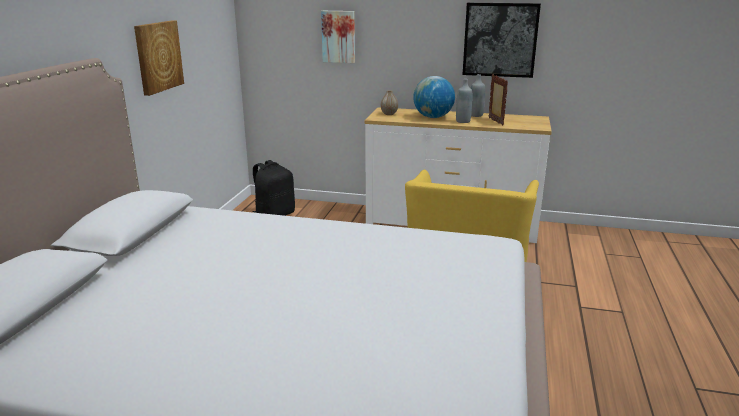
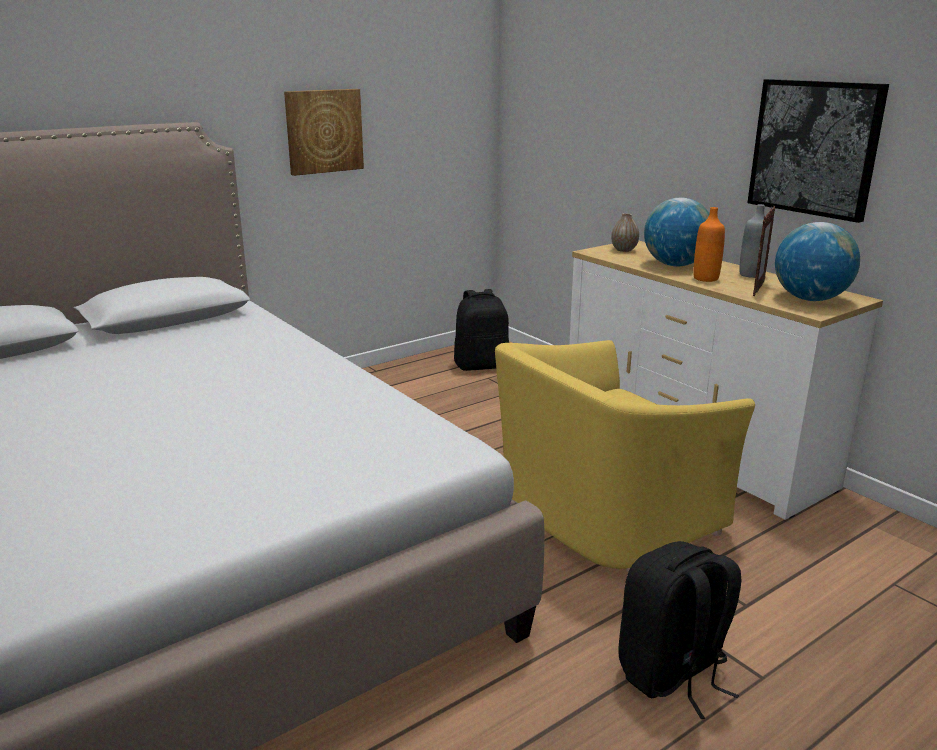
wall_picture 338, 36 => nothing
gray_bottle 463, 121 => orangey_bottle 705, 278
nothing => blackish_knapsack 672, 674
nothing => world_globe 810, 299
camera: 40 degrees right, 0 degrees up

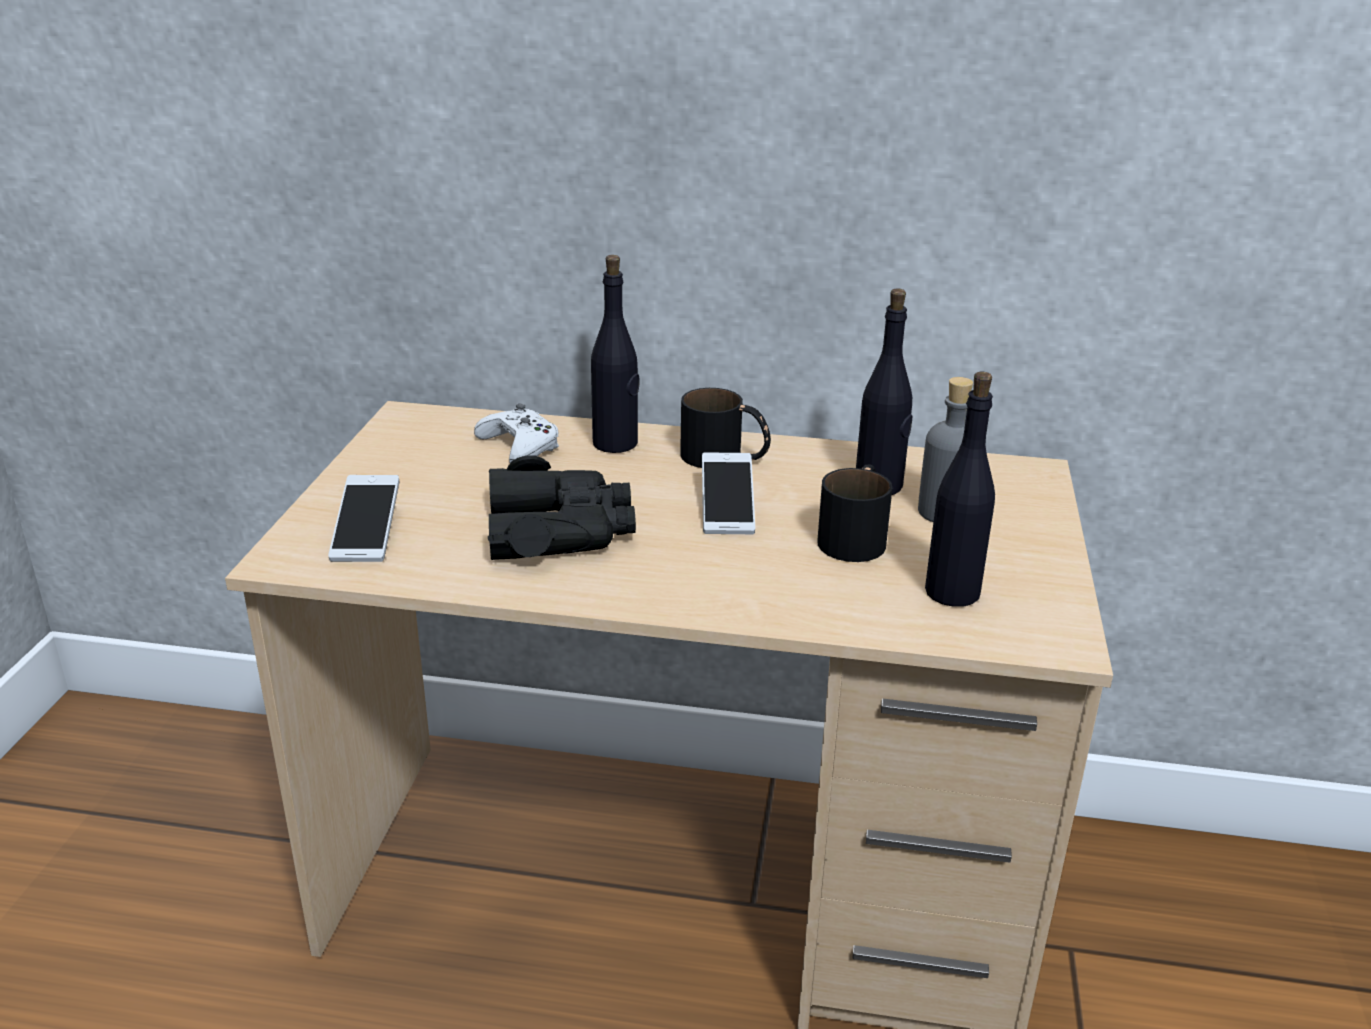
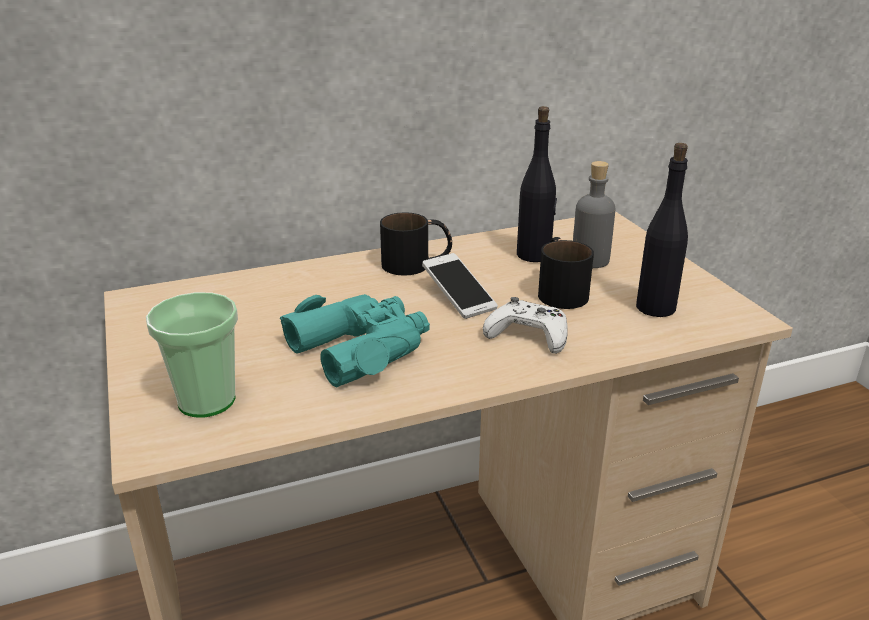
handset 367, 533 => drinking_cup 206, 401
white_game_controller 520, 446 => white_game_controller 528, 335, move
blackish_pair_of_binoculars 560, 530 => turquoise-coloured_pair_of_binoculars 361, 348
blackish_bottle 615, 444 => nothing
camera: 30 degrees left, 0 degrees up

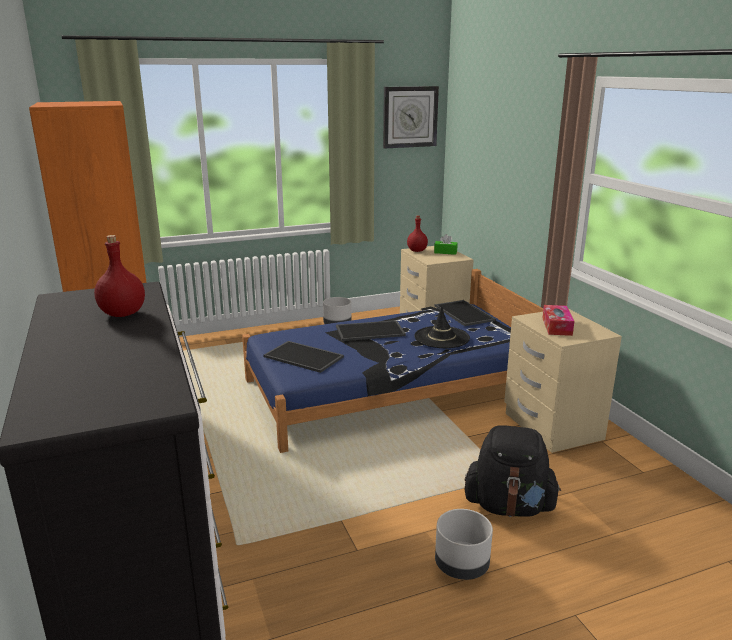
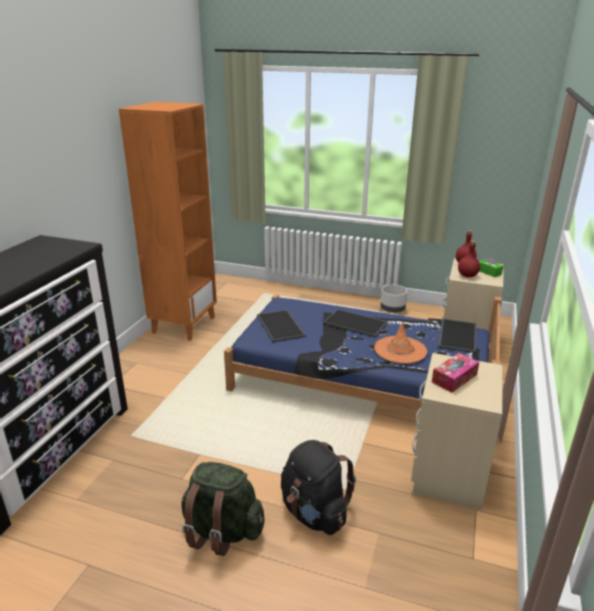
reddish_bottle 122, 313 => reddish_bottle 467, 275, move
wall_clock 410, 117 => nothing
blackish_hat 441, 337 => orangey_hat 400, 350
gray_flower_pot 461, 566 => green_knapsack 222, 531
camera: 40 degrees right, 5 degrees up

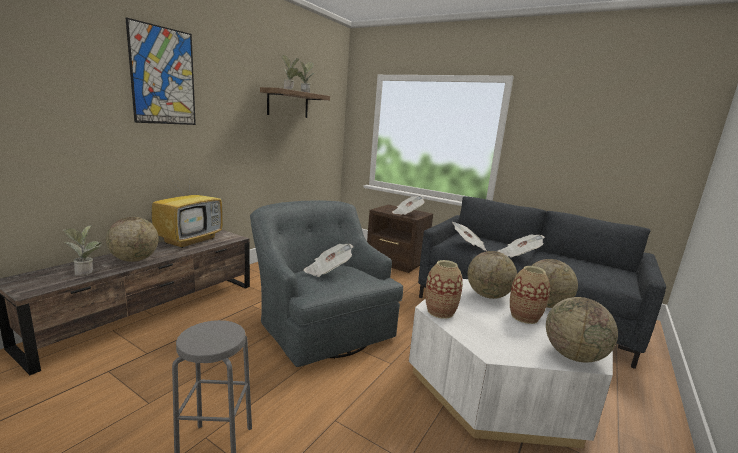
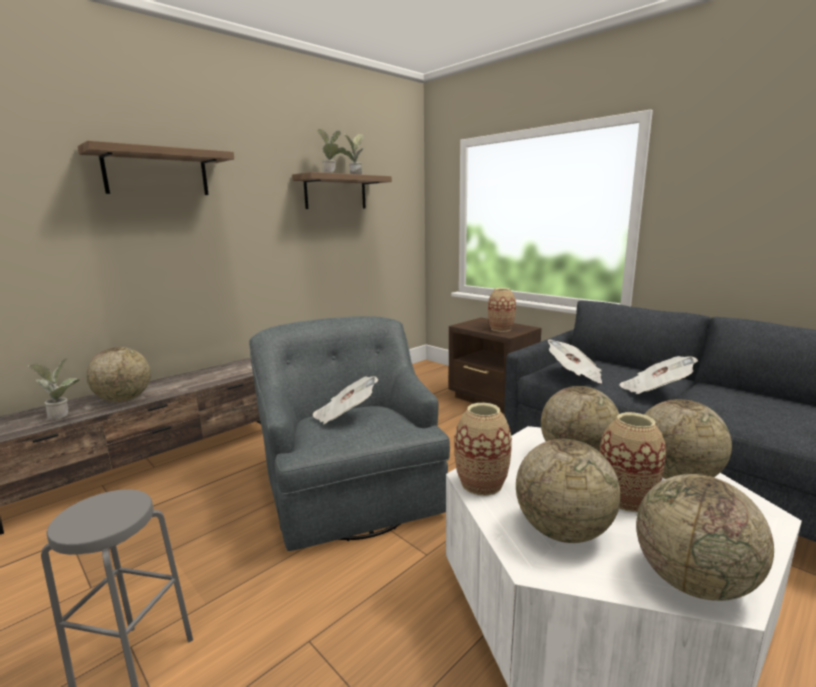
wall_picture 163, 76 => bracket_shelf 157, 173
TV_set 190, 240 => nothing
daily_paper 407, 213 => flower_vase 501, 329
nothing => world_globe 562, 531
camera: 15 degrees right, 0 degrees up

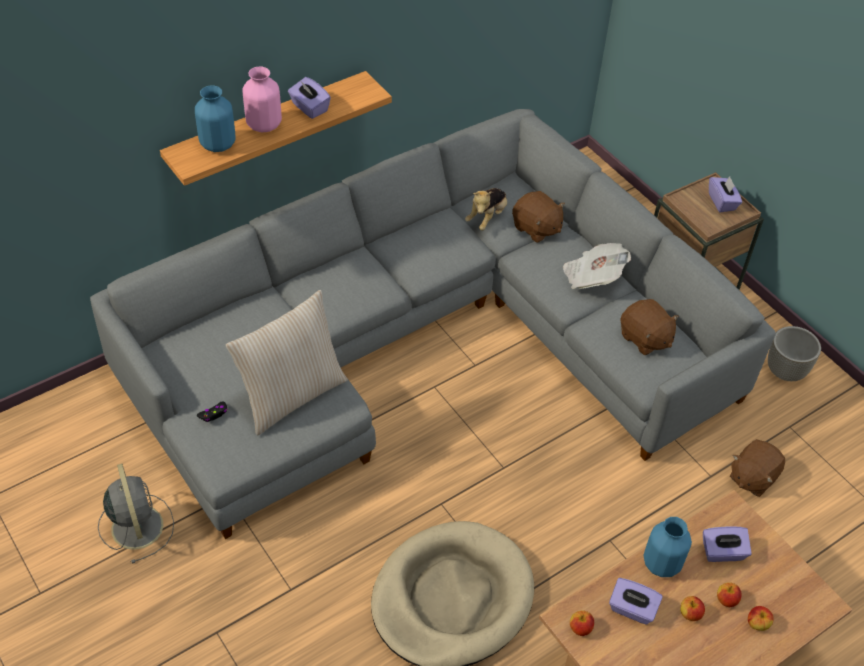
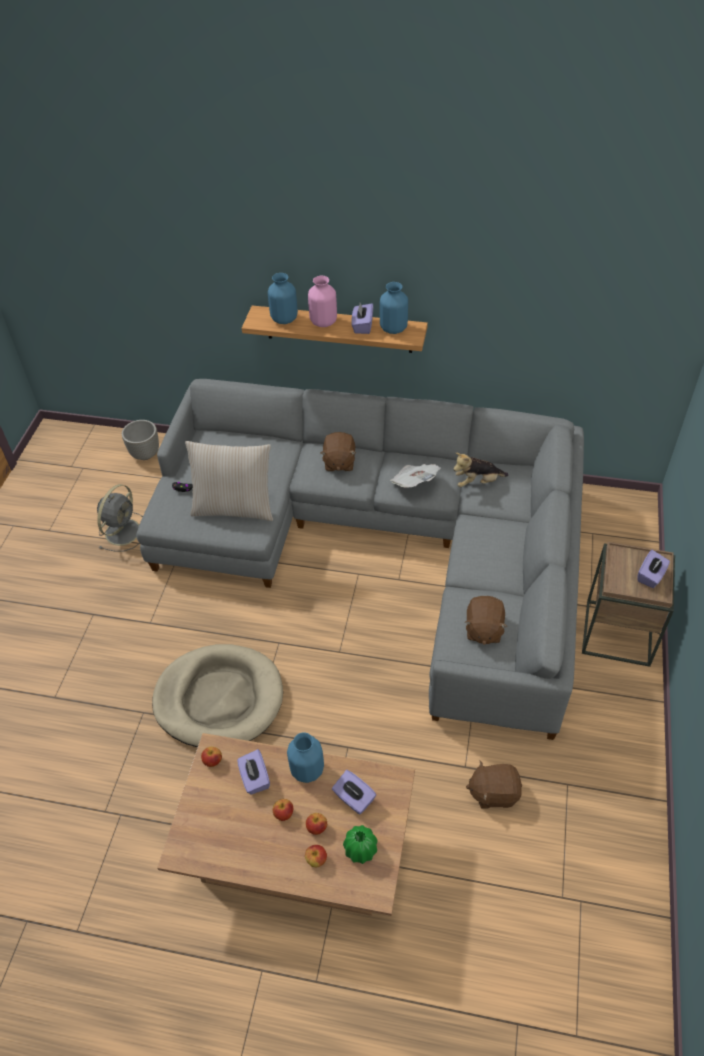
brown-coloured_cuddly_toy 536, 228 => brown-coloured_cuddly_toy 339, 462, move
daily_paper 592, 277 => daily_paper 414, 483, move
gray_flower_pot 785, 371 => gray_flower_pot 145, 454, move
nothing => green_flower_vase 360, 849
nothing => bluish_flower_vase 393, 329
camera: 50 degrees right, 0 degrees up

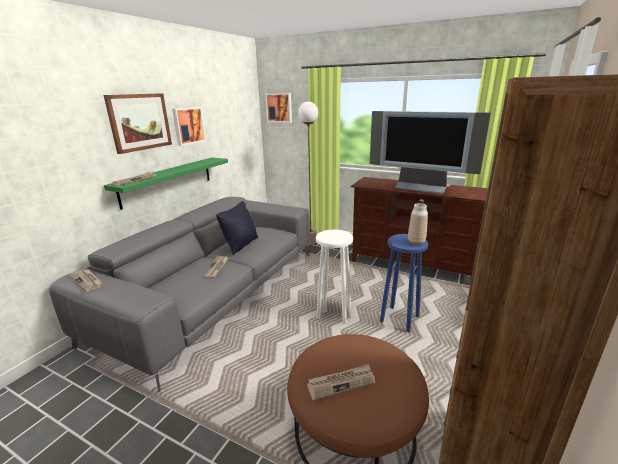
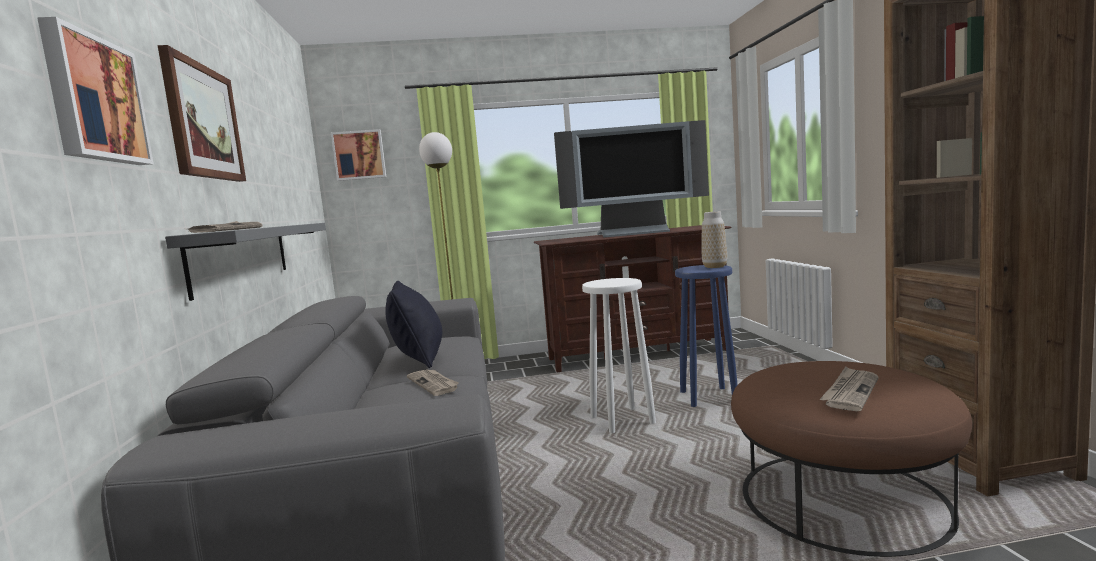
daily_paper 87, 281 => nothing
green_bracket_shelf 168, 181 => gray_bracket_shelf 242, 256
wall_picture 188, 125 => wall_picture 94, 100, move
camera: 35 degrees left, 15 degrees down

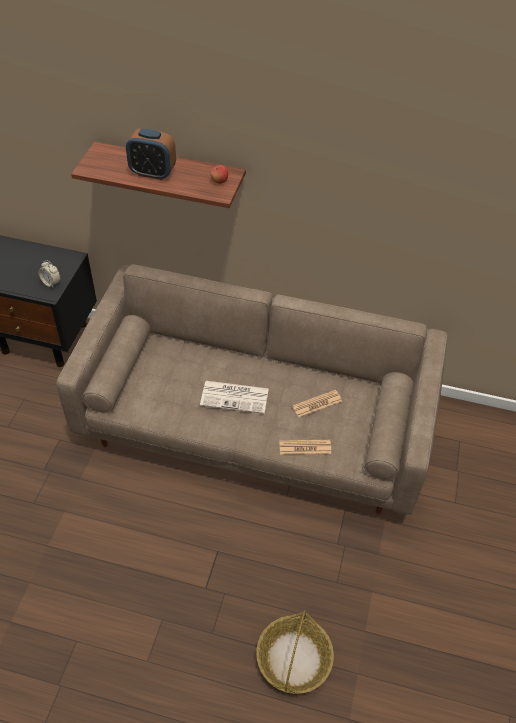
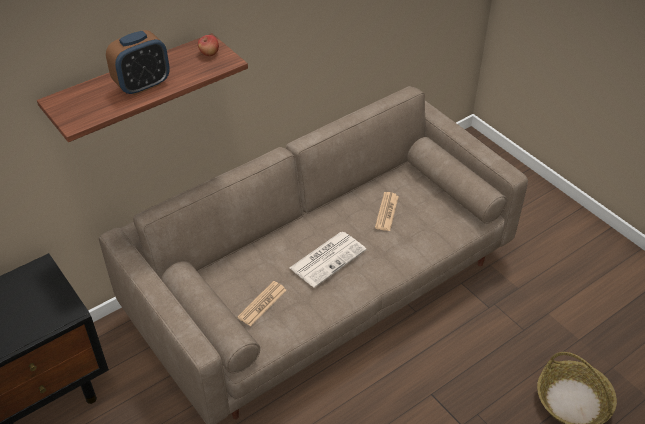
table_clock 51, 283 => nothing
daily_paper 305, 447 => daily_paper 262, 304, move
camera: 50 degrees left, 5 degrees down

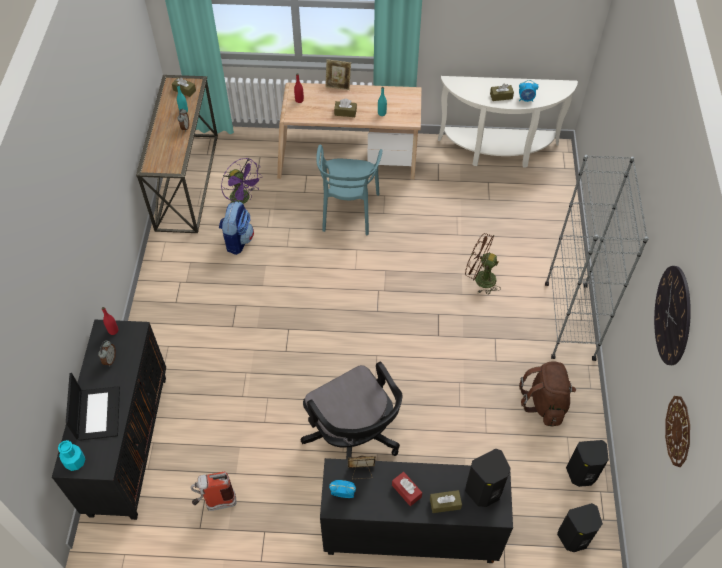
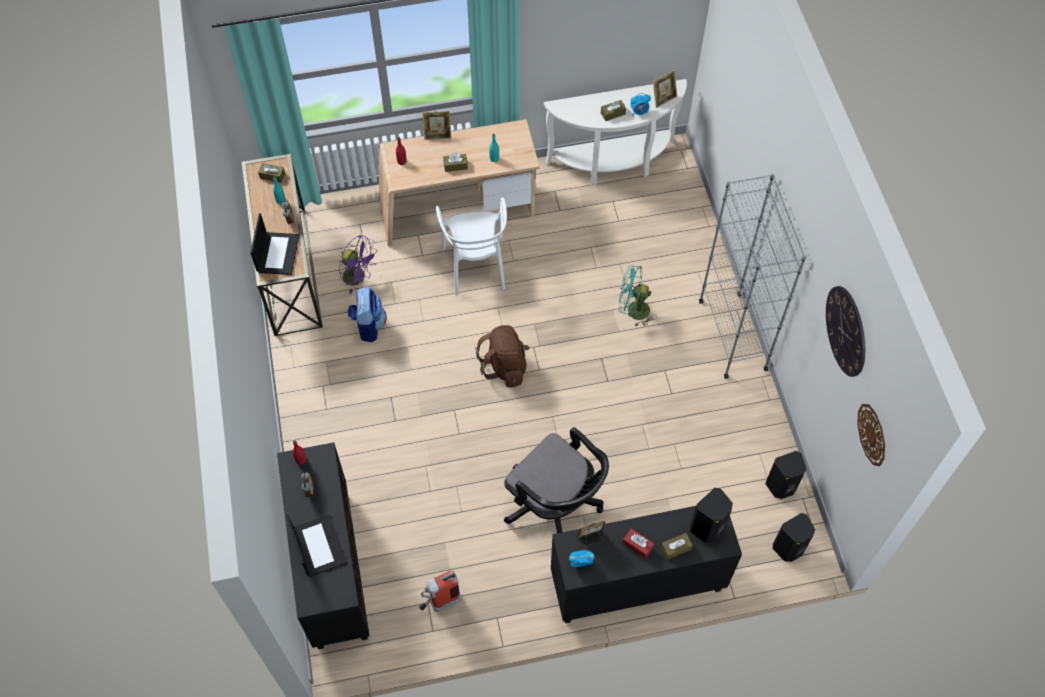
turquoise-coloured_bottle 75, 462 => nothing
turquoise-coloured_upright_chair 348, 211 => white_upright_chair 476, 266
brown-coloured_cooling_fan 480, 279 => turquoise-coloured_cooling_fan 633, 311
brown-coloured_knapsack 545, 402 => brown-coloured_knapsack 505, 366, move
nothing => portable_computer 277, 253
nothing => picture_frame 663, 99
camera: 15 degrees left, 5 degrees up

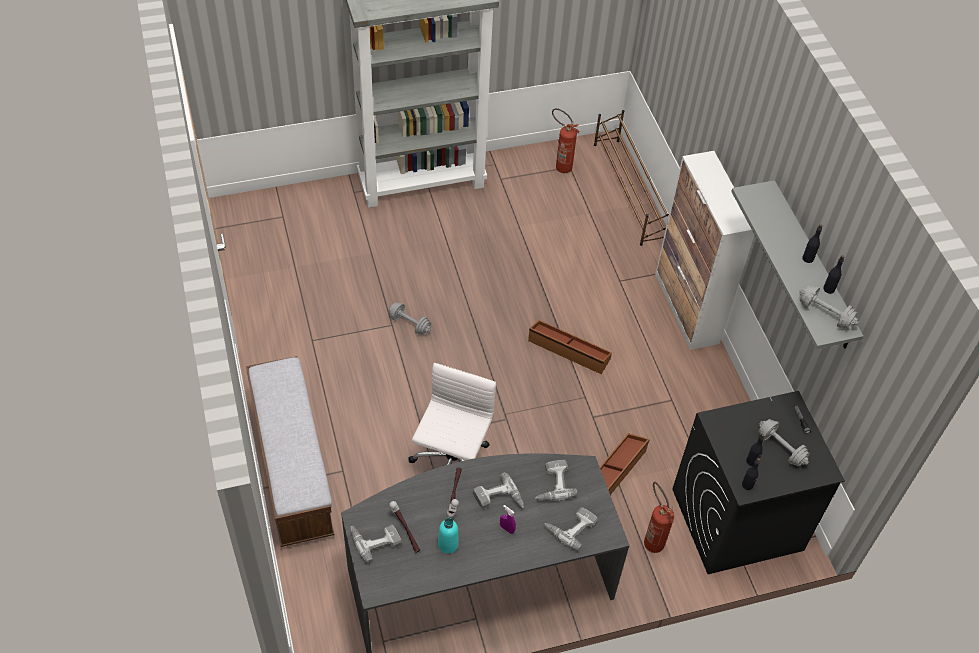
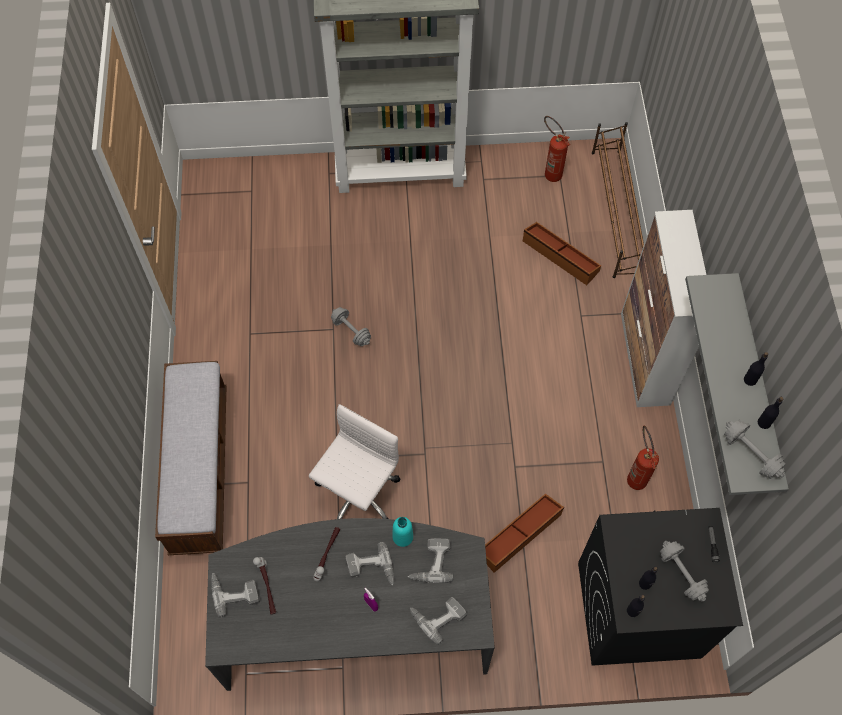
turquoise-coloured_bottle 448, 544 => turquoise-coloured_bottle 402, 537, move
brown-coloured_storage_bin 568, 350 => brown-coloured_storage_bin 560, 256, move
extinguisher 651, 539 => extinguisher 635, 475, move
camera: 15 degrees right, 10 degrees up

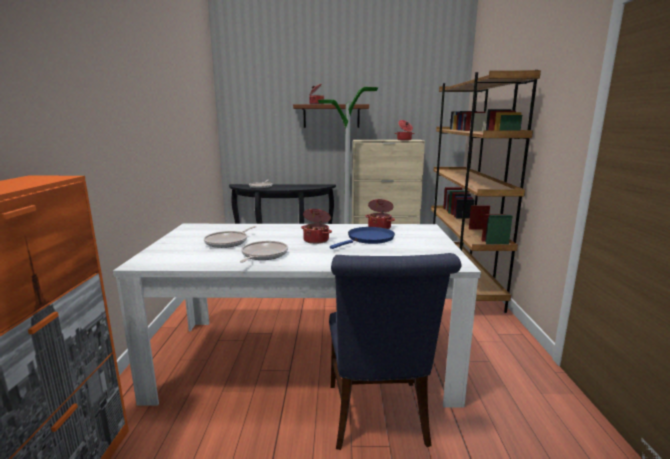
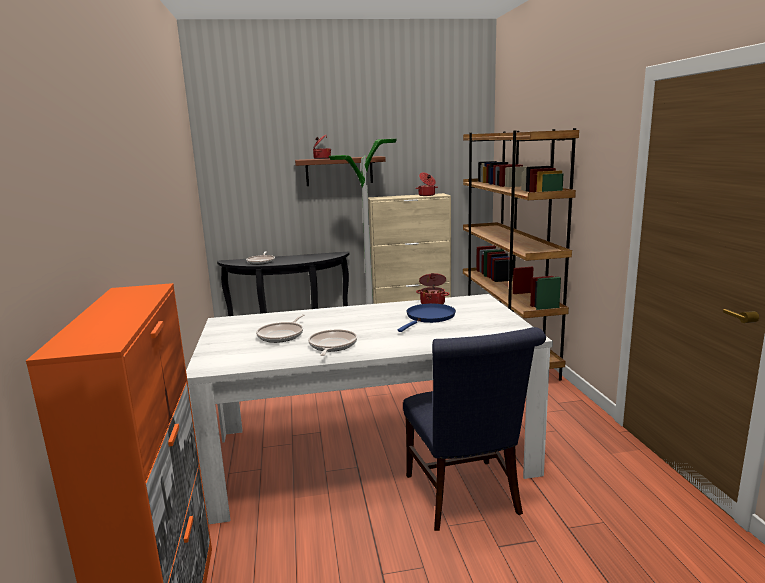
saucepot 316, 240 => nothing
camera: 10 degrees left, 0 degrees up

